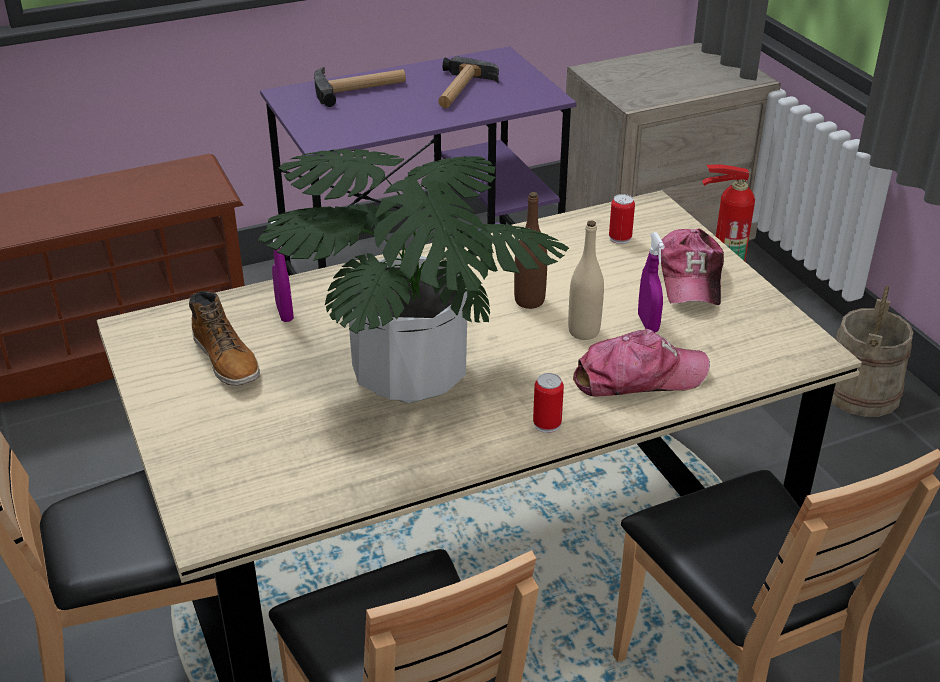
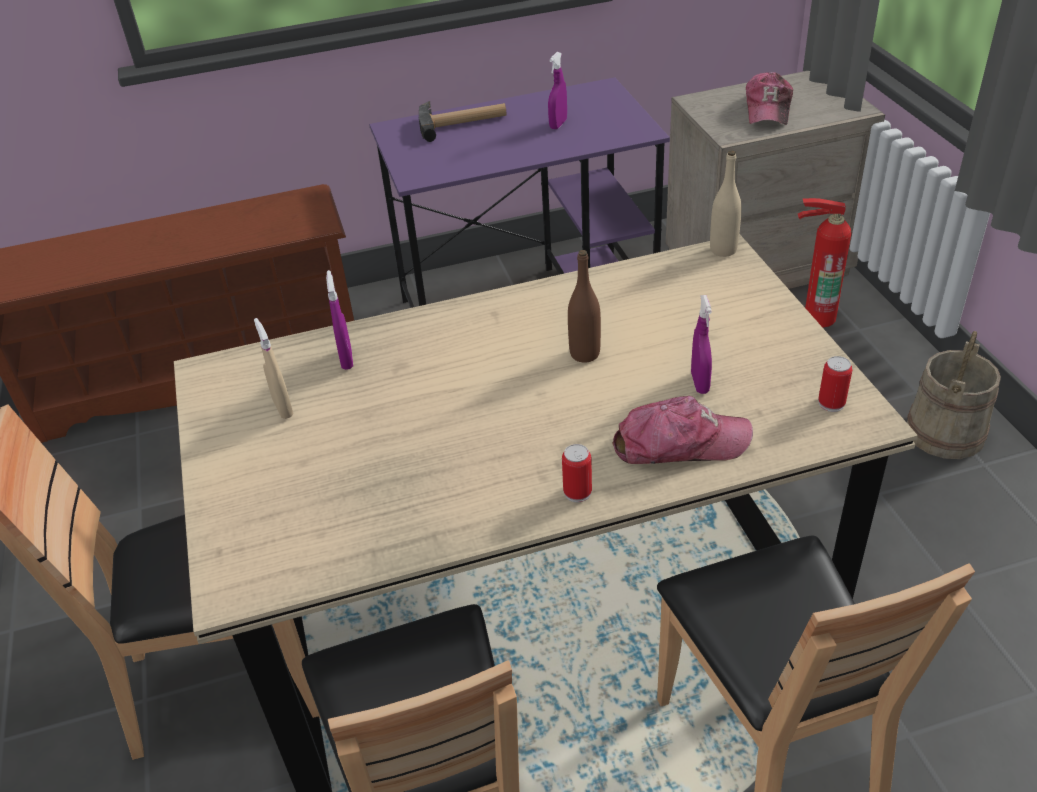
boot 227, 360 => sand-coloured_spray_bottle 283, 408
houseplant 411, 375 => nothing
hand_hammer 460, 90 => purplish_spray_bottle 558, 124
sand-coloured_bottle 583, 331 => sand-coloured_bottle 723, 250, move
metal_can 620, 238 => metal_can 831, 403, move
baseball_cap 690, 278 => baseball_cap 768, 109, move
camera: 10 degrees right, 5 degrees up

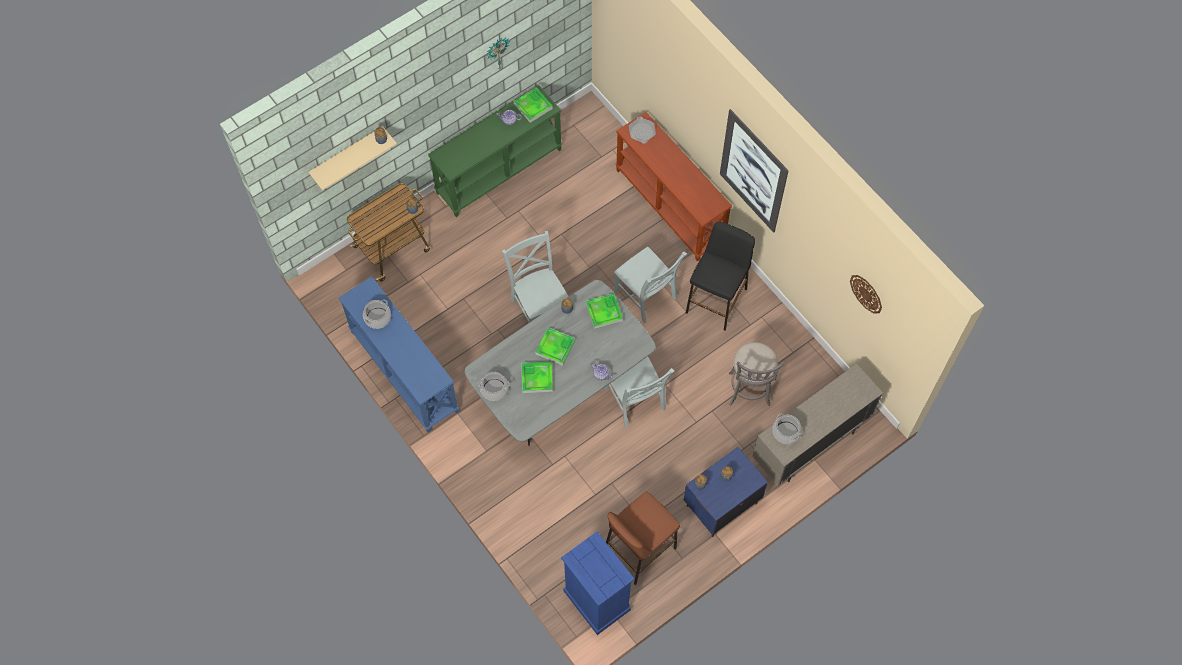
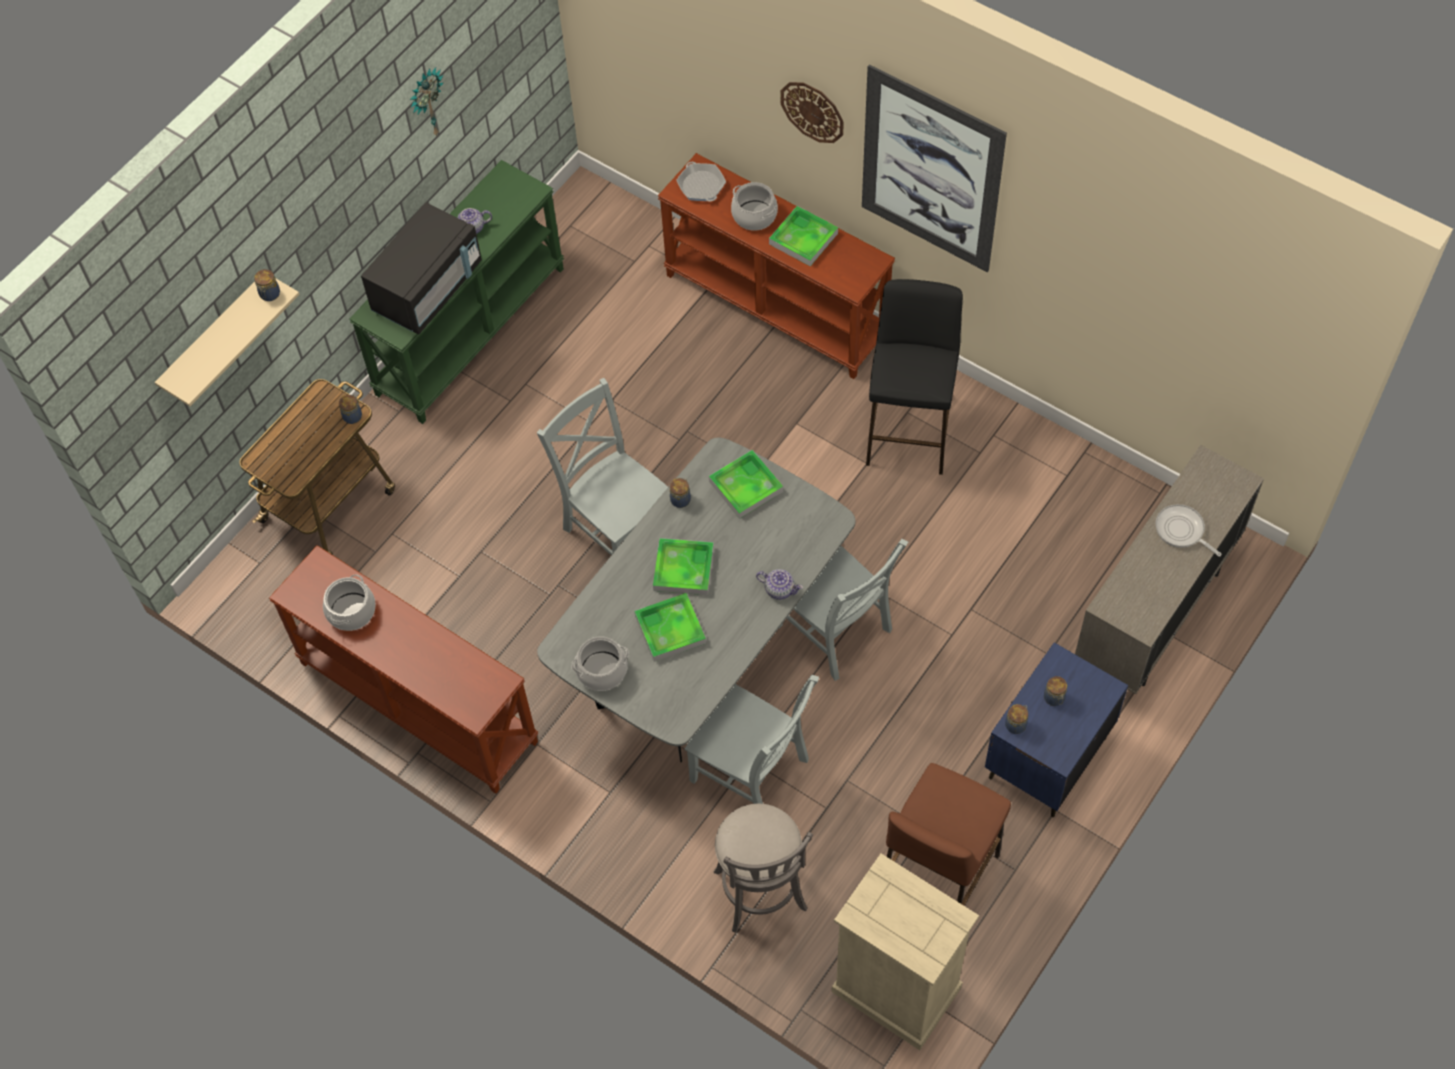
bluish_console_table 403, 371 => brown-coloured_console_table 416, 703
carrying_tray 533, 106 => carrying_tray 803, 239, move
bluish_chest_of_drawers 596, 600 => sand-coloured_chest_of_drawers 895, 989
gray_upright_chair 647, 296 => gray_upright_chair 753, 773, move
gray_stool 749, 391 => gray_stool 761, 895, move
saucepot 785, 432 => saucepot 754, 216, move
wall_clock 866, 293 => wall_clock 812, 111, move
nothing => blackish_kitchen_microwave 428, 288
nothing => pan 1181, 531
camera: 15 degrees left, 5 degrees down

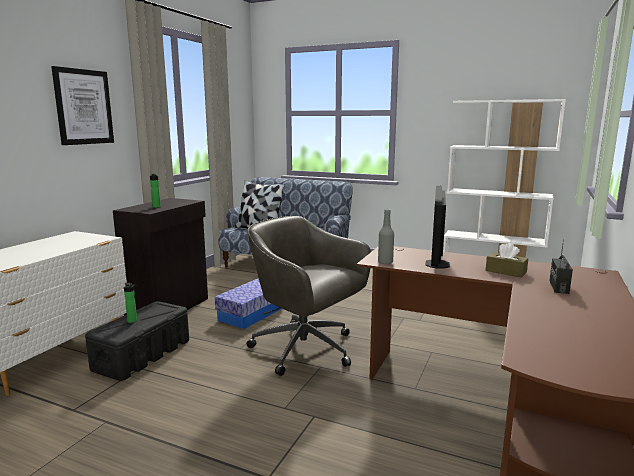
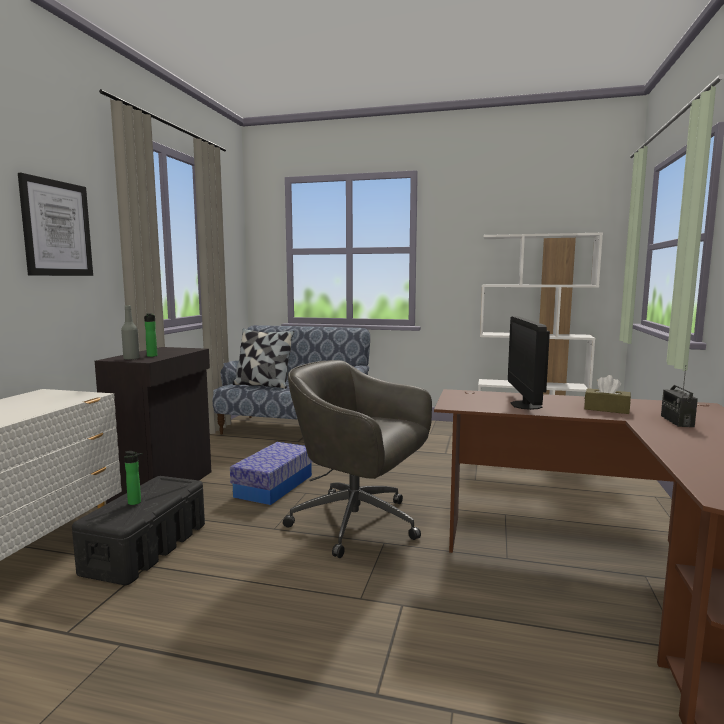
gray_bottle 385, 262 => gray_bottle 131, 359, move
camera: 10 degrees left, 5 degrees down

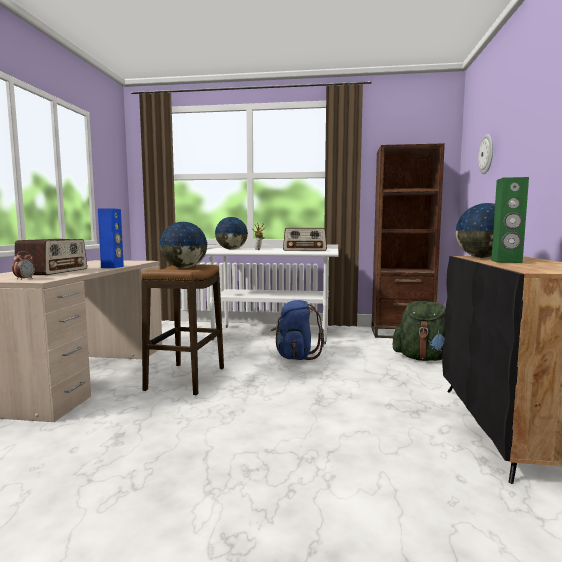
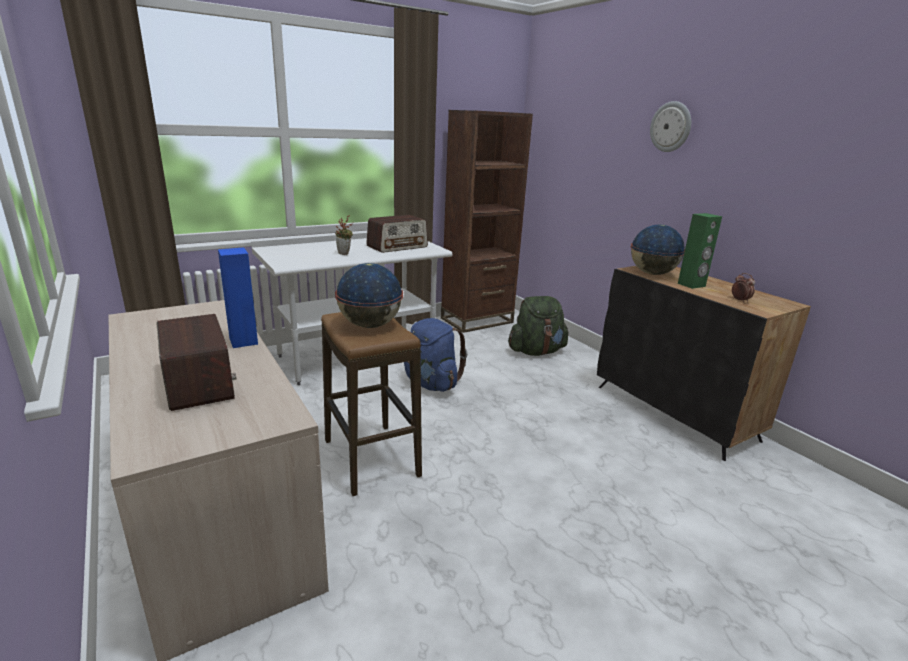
table_clock 24, 279 => table_clock 740, 300, move
world_globe 231, 249 => nothing
wall_clock 486, 154 => wall_clock 671, 127, move
camera: 40 degrees left, 15 degrees up

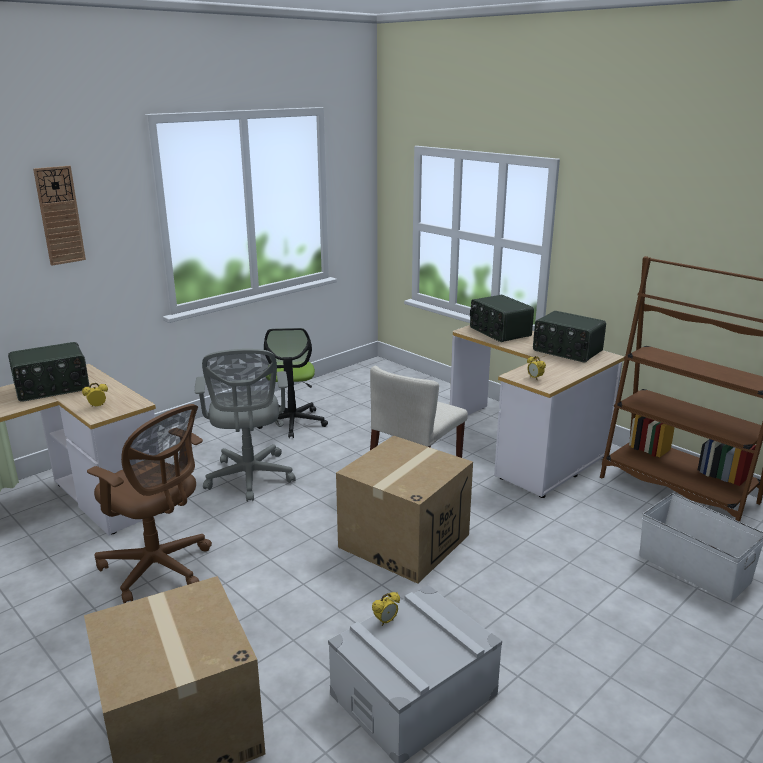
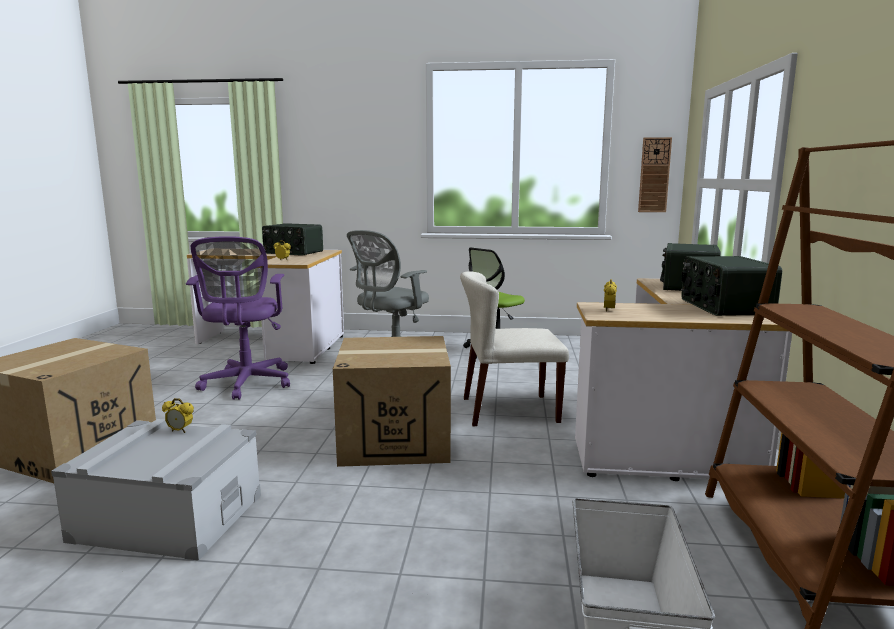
wall_clock 59, 215 => wall_clock 654, 175, move
brown-coloured_desk_chair 159, 569 => purplish_desk_chair 246, 384
camera: 50 degrees right, 10 degrees down

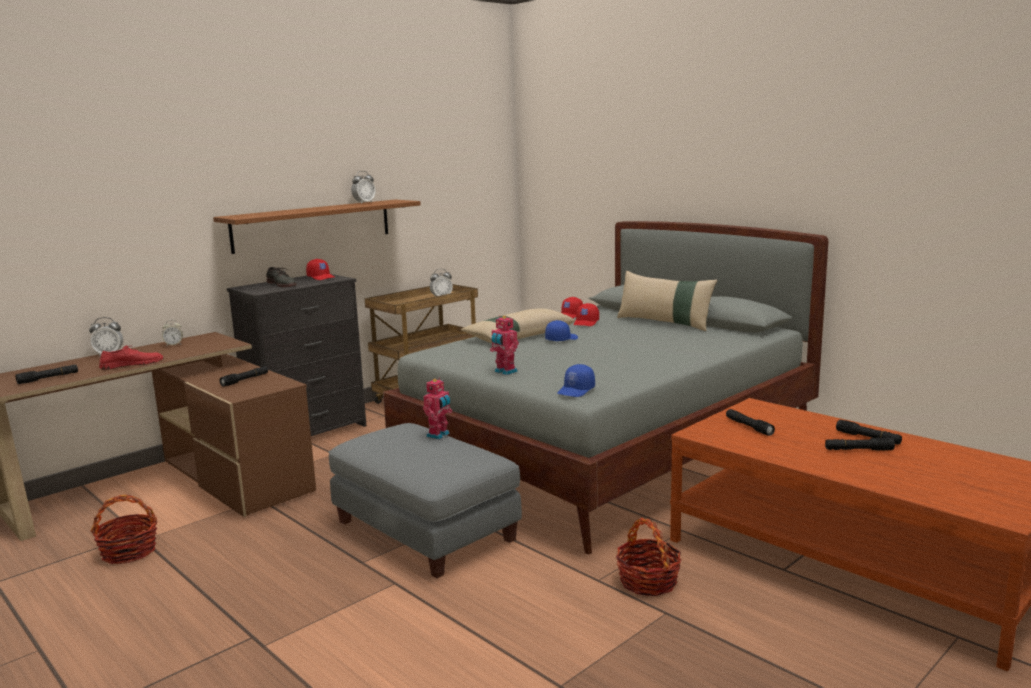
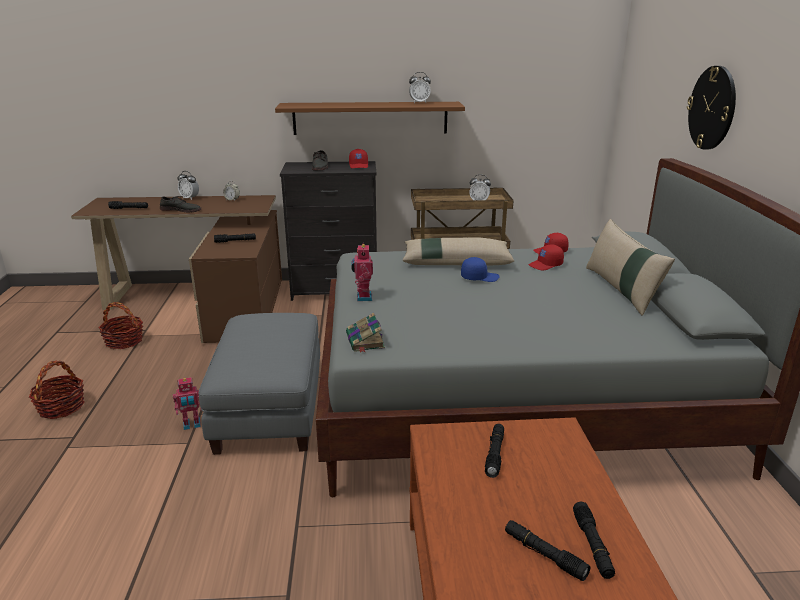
reddish_item_of_footwear 132, 364 => gray_item_of_footwear 181, 210
model_robot 439, 435 => model_robot 192, 425, move
bluish_baseball_cap 576, 391 => volume 365, 341
basket 648, 582 => basket 61, 407, move
nothing => wall_clock 712, 108
camera: 40 degrees right, 10 degrees up

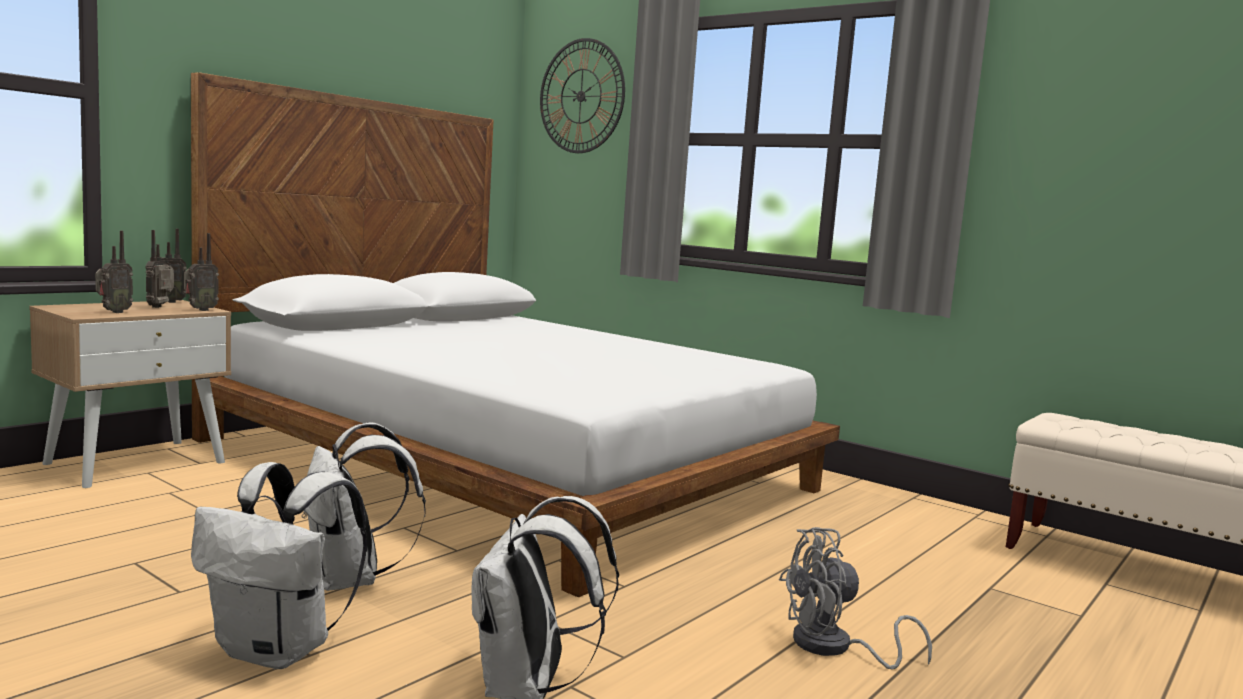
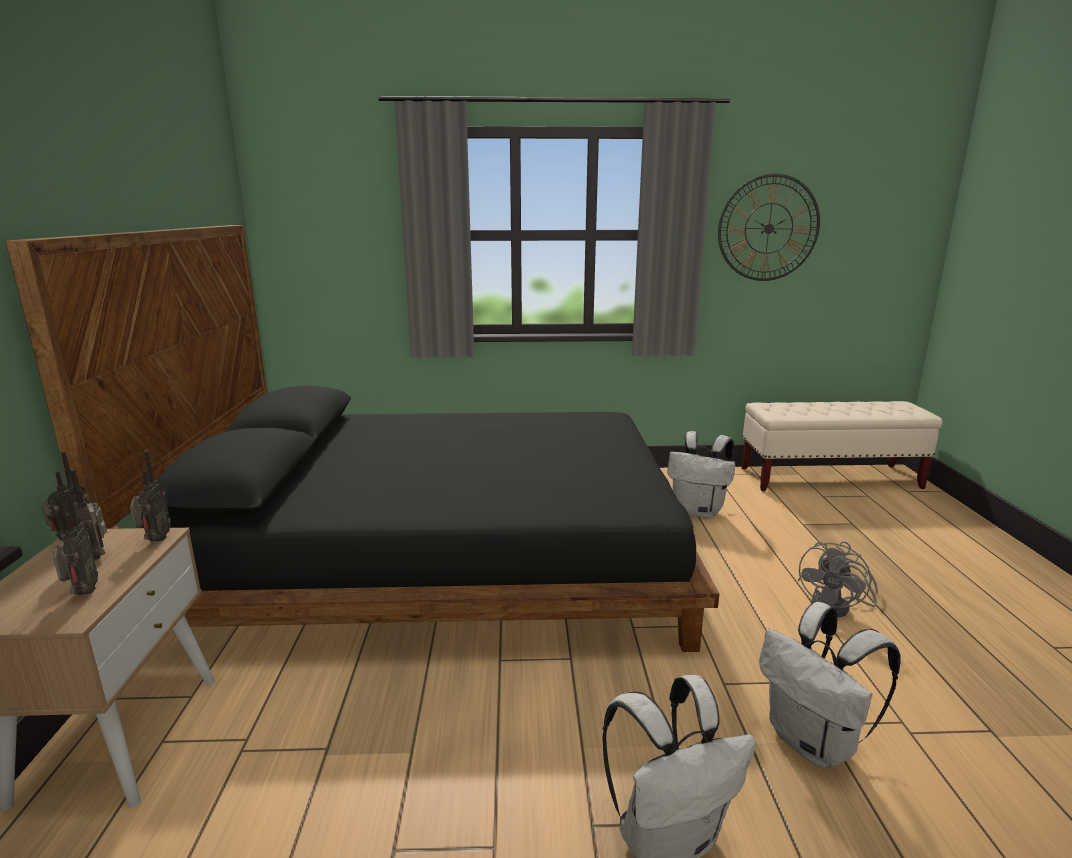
white_bed 509, 464 => blackish_bed 440, 554
white_knapsack 351, 580 => white_knapsack 699, 511, move
wall_clock 581, 96 => wall_clock 768, 228, move
camera: 40 degrees left, 10 degrees up

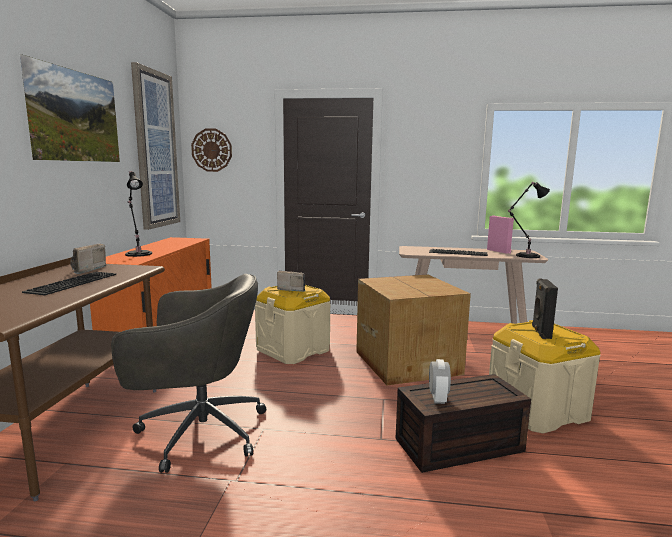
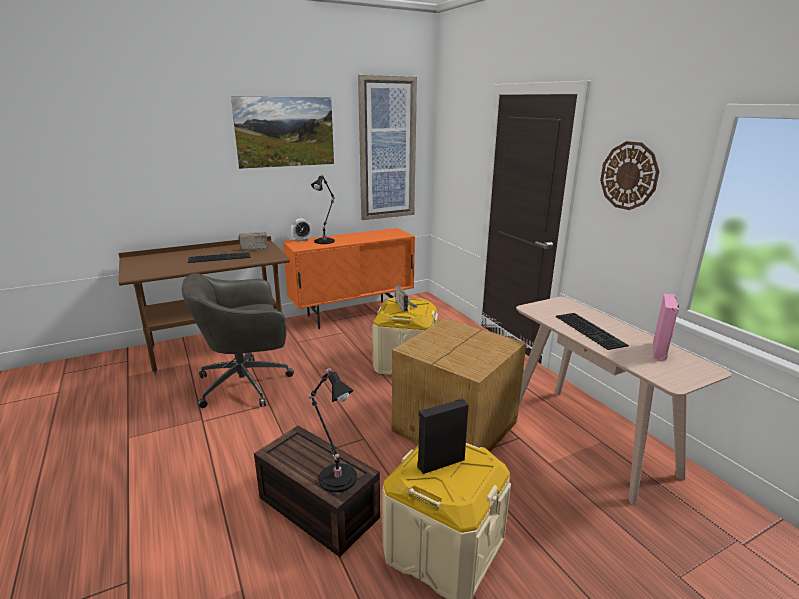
gray_desk_chair 198, 431 => gray_desk_chair 247, 383, 105 degrees clockwise
wall_clock 211, 150 => wall_clock 629, 176, move
table_clock 438, 398 => table_clock 301, 240, move
blackish_tabletop_lamp 525, 256 => blackish_tabletop_lamp 336, 476, move
camera: 55 degrees right, 10 degrees up

